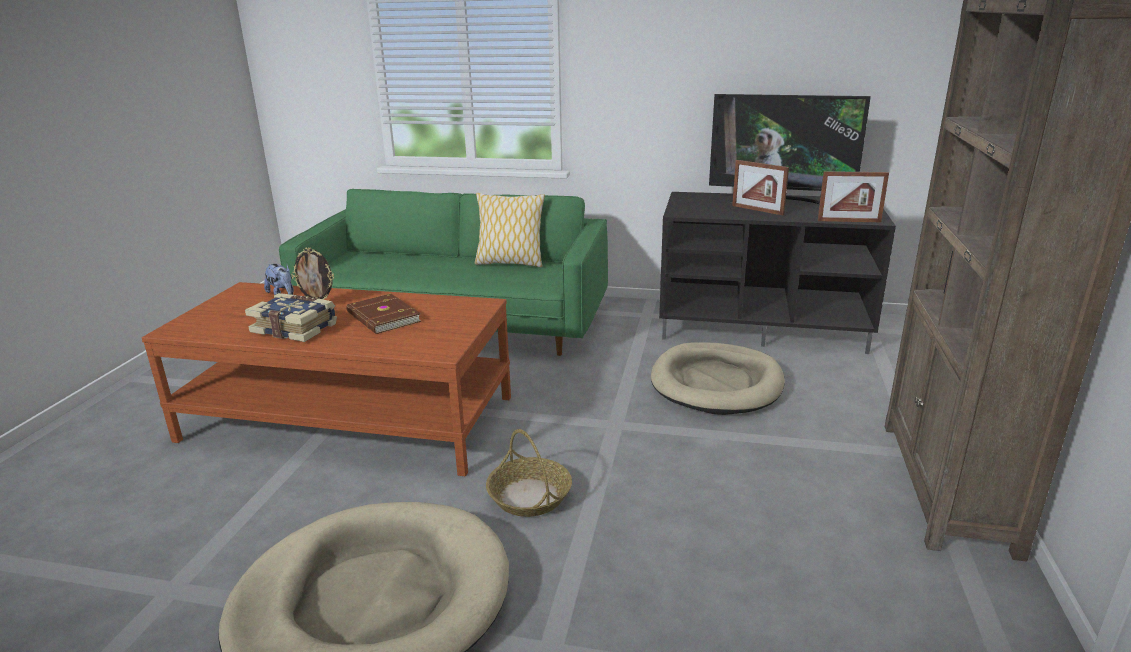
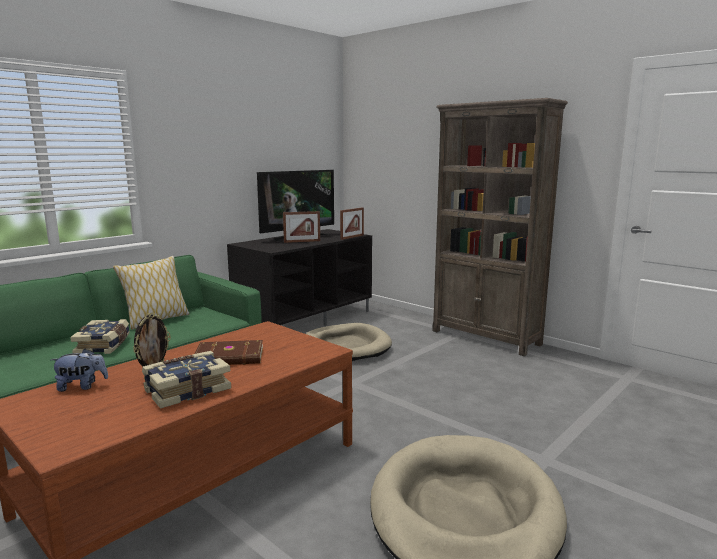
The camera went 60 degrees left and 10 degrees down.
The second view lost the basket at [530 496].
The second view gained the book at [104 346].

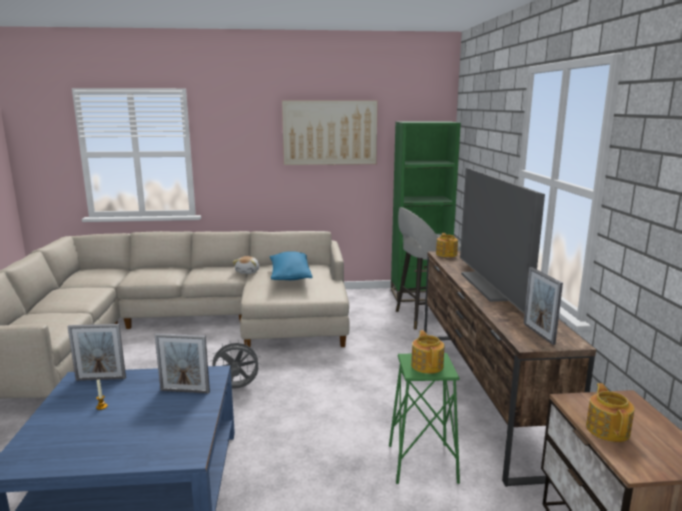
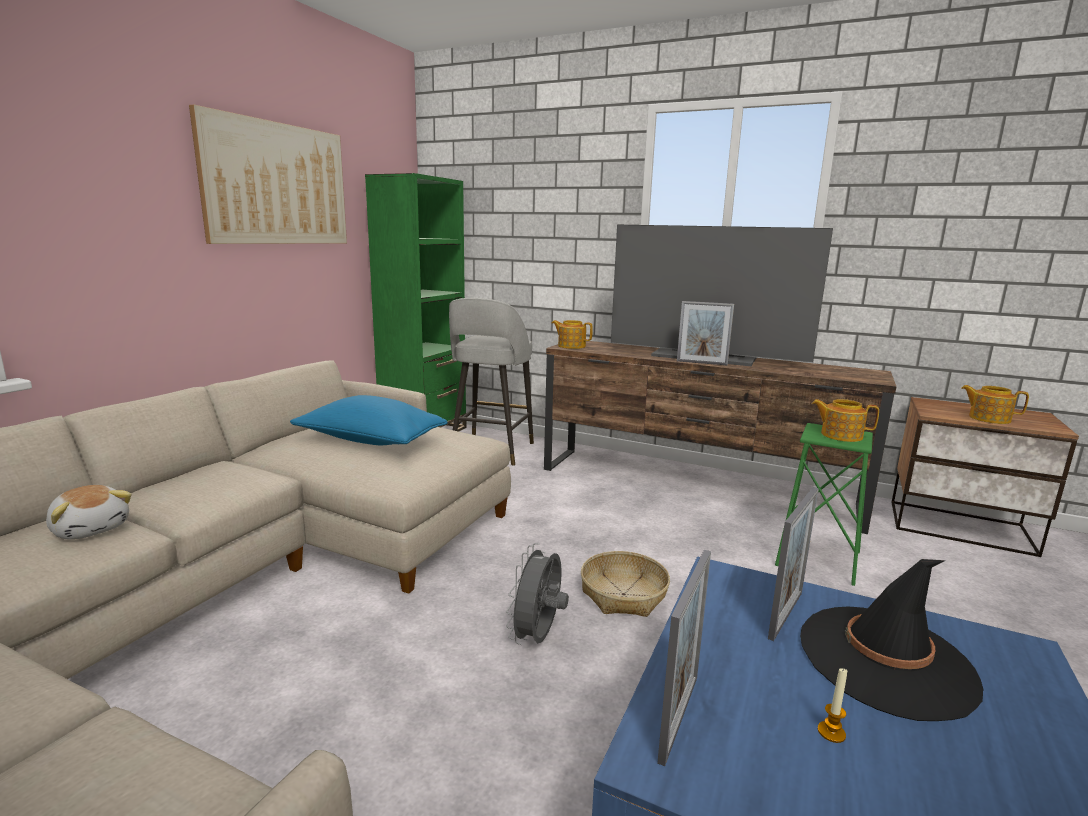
The camera went 60 degrees left and 0 degrees up.
The plush toy ended up elsewhere, having gone from [248 272] to [92 528].
The picture frame ended up elsewhere, having gone from [538 333] to [701 363].
The second view gained the basket at [623 595].
The second view gained the black hat at [886 660].

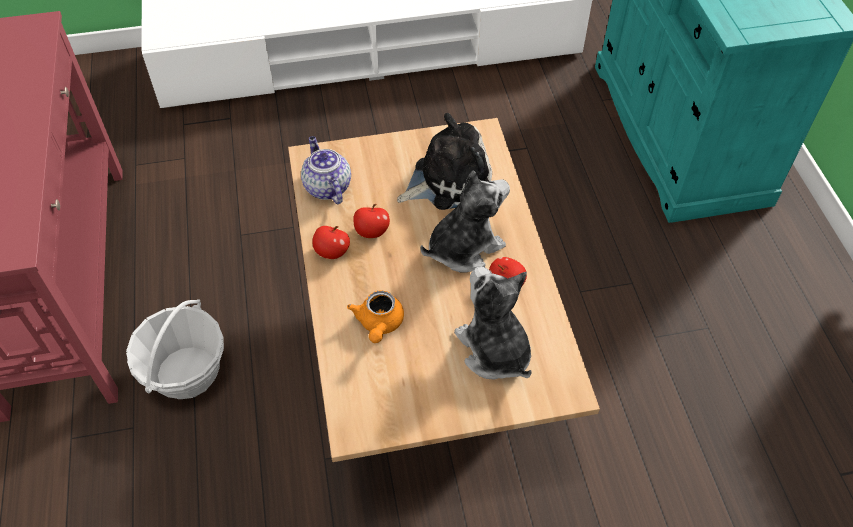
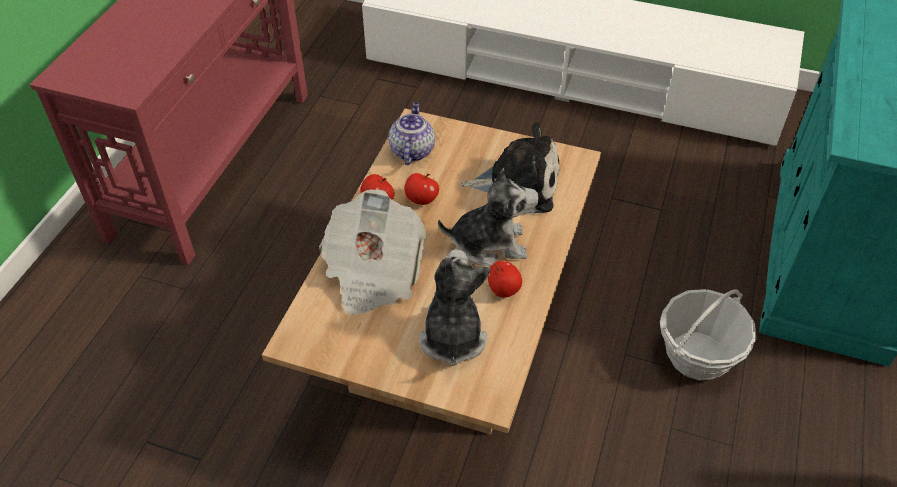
The camera went 30 degrees right and 5 degrees down.
The basket ended up elsewhere, having gone from [186 373] to [697 355].
Where the orange teapot stood at [379 324], the newspaper came to stand at [373 273].

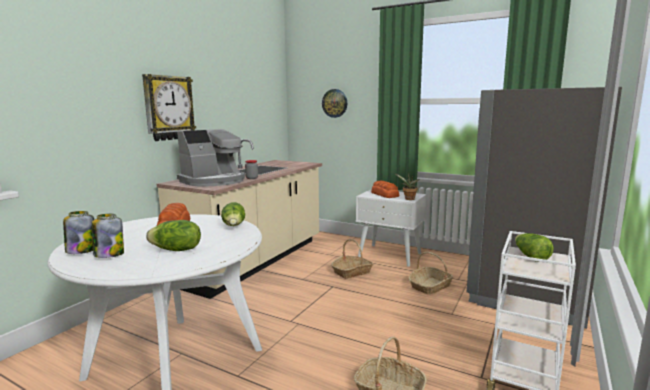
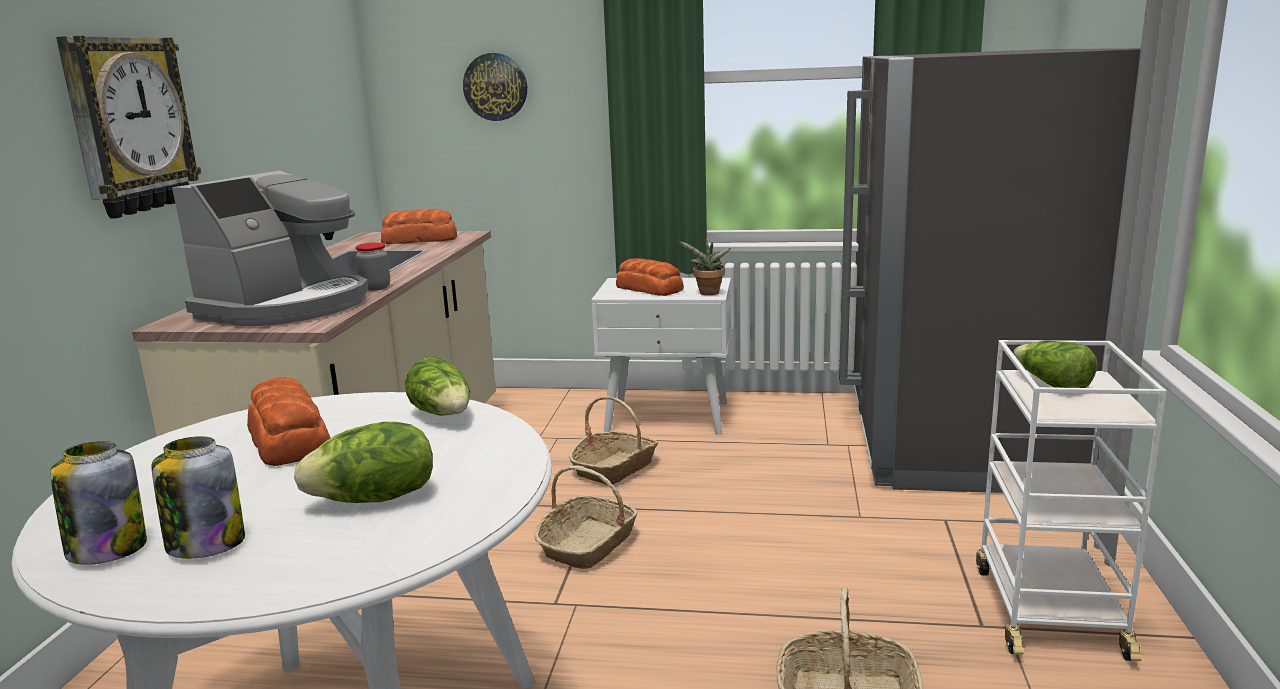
The camera went 20 degrees left and 5 degrees up.
The basket ended up elsewhere, having gone from [430 286] to [588 545].
The second view gained the bread at [420 240].

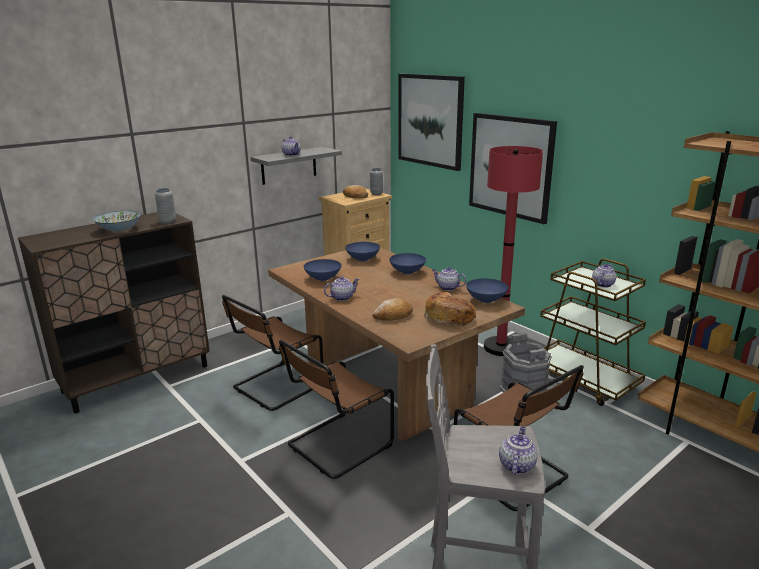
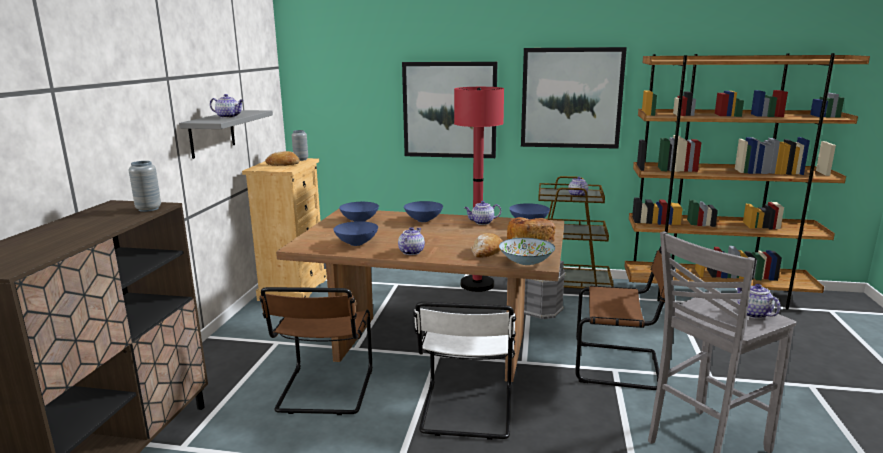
The camera went 40 degrees left and 5 degrees down.
The bowl ended up elsewhere, having gone from [119 230] to [526 262].
What was the brown chair at [336 446] turned into the white chair at [466 412].
The picture ended up elsewhere, having gone from [430 120] to [571 98].

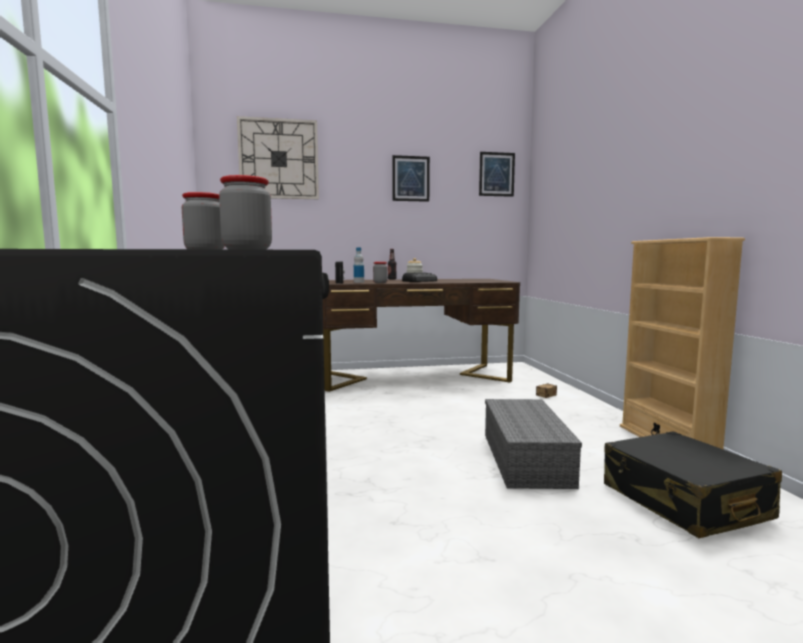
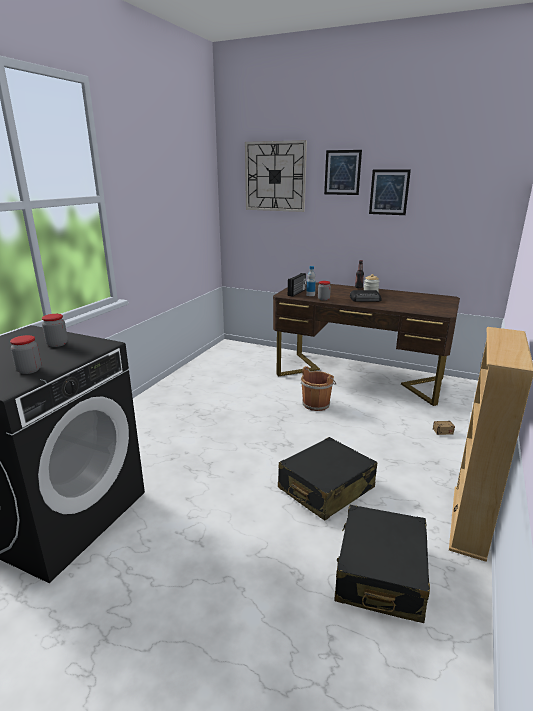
The camera went 35 degrees right and 15 degrees up.
The picture ended up elsewhere, having gone from [496 174] to [342 172].
Where the grey storage box stood at [527 459], the black suitcase came to stand at [325 488].
The second view gained the brown bucket at [316 404].

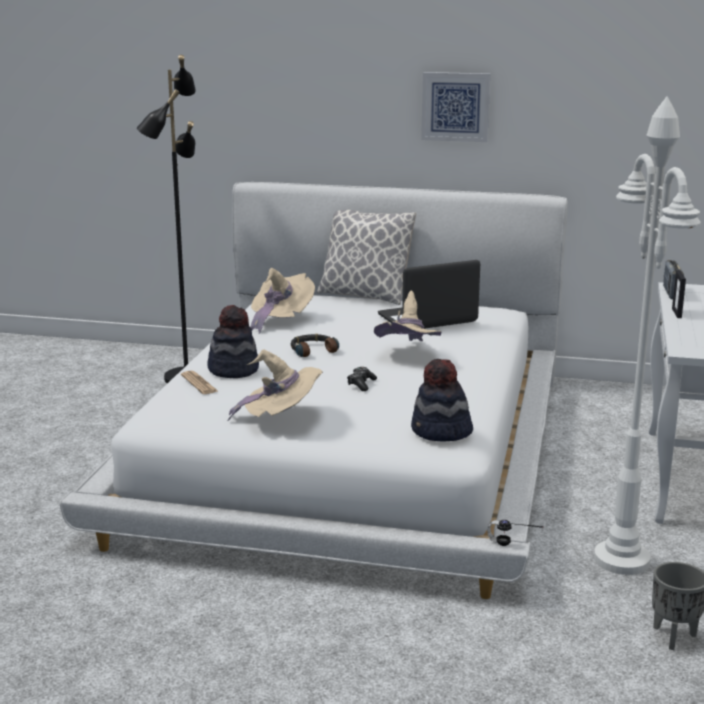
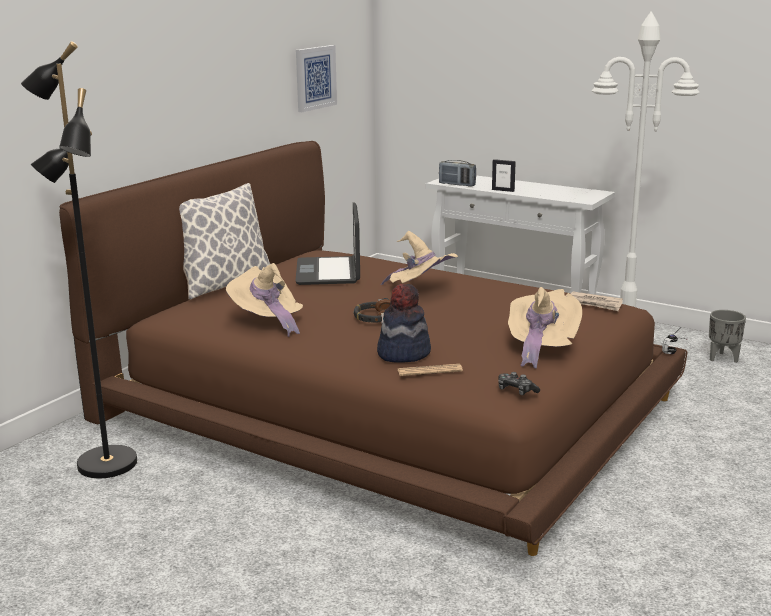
The camera went 70 degrees left and 0 degrees up.
What was the white bed at [352 450] turned into the brown bed at [386 405].
The game controller ended up elsewhere, having gone from [361 384] to [516 391].
Where the hat stood at [441 432], the newspaper came to stand at [594 304].
The picture ended up elsewhere, having gone from [455 106] to [315 78].

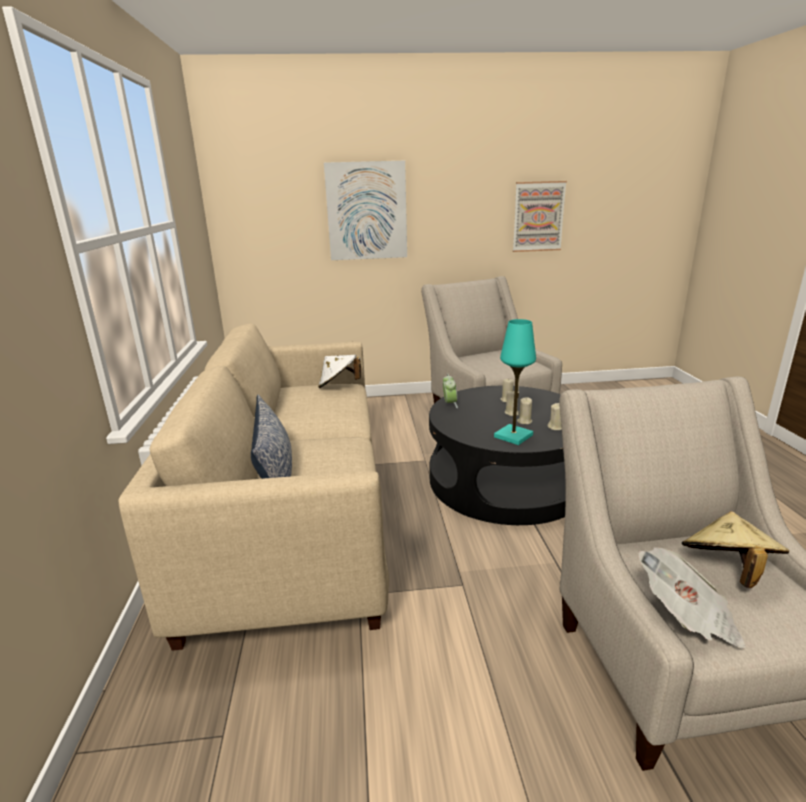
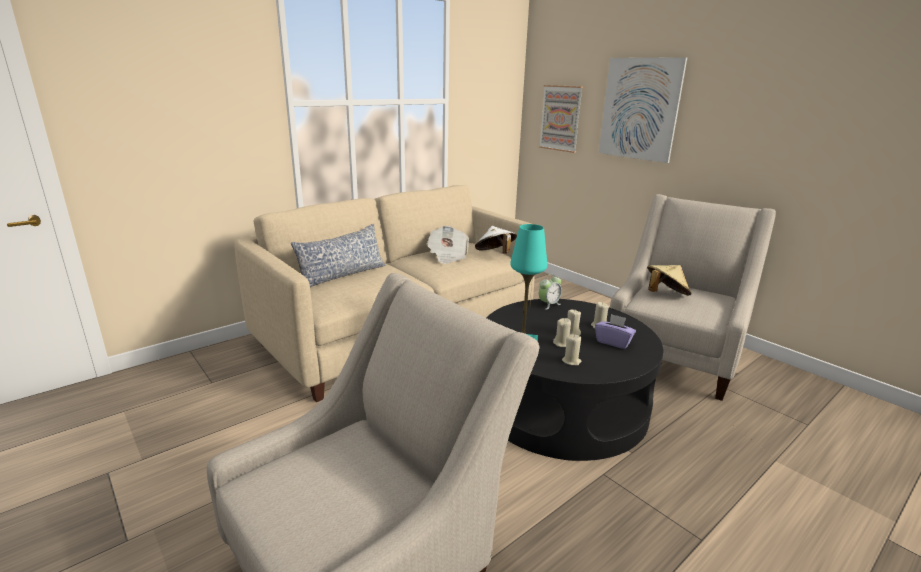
The camera went 55 degrees right and 0 degrees up.
The picture ended up elsewhere, having gone from [538 216] to [560 118].
The newspaper ended up elsewhere, having gone from [686 617] to [447 256].
The beige hat ended up elsewhere, having gone from [727 571] to [665 295].
The second view gained the purple tissue box at [613 342].

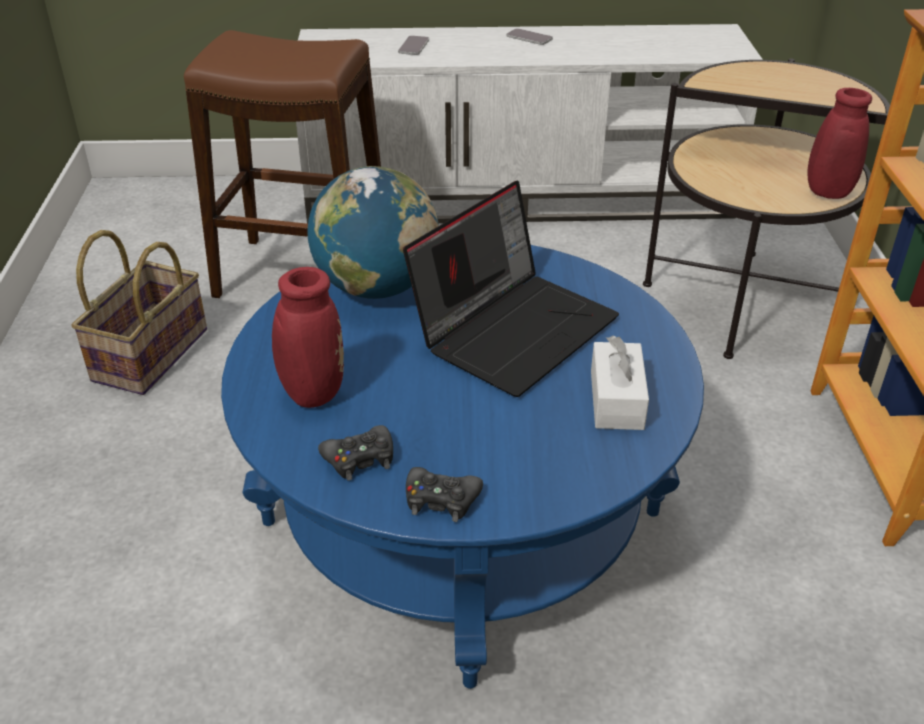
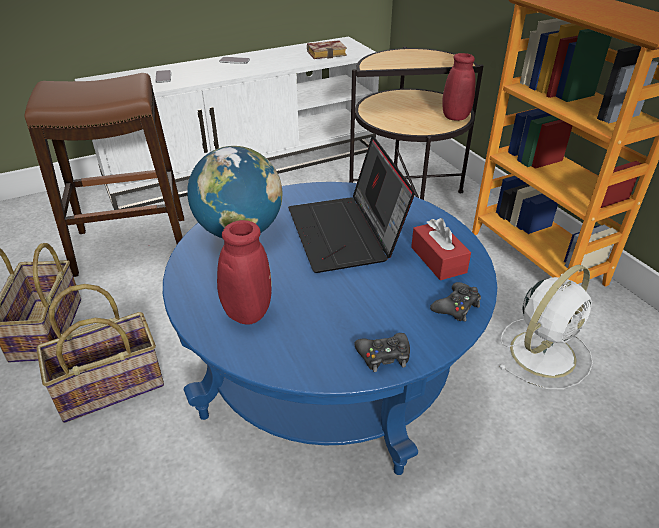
The camera went 25 degrees left and 0 degrees up.
The black game controller ended up elsewhere, having gone from [360 459] to [456 307].
The laptop at [514 328] ended up facing another way, 150 degrees clockwise from before.
What was the white tissue box at [616 400] turned into the red tissue box at [438 260].
The second view gained the basket at [110 384].
The second view gained the book at [327 53].
The second view gained the white fan at [544 352].

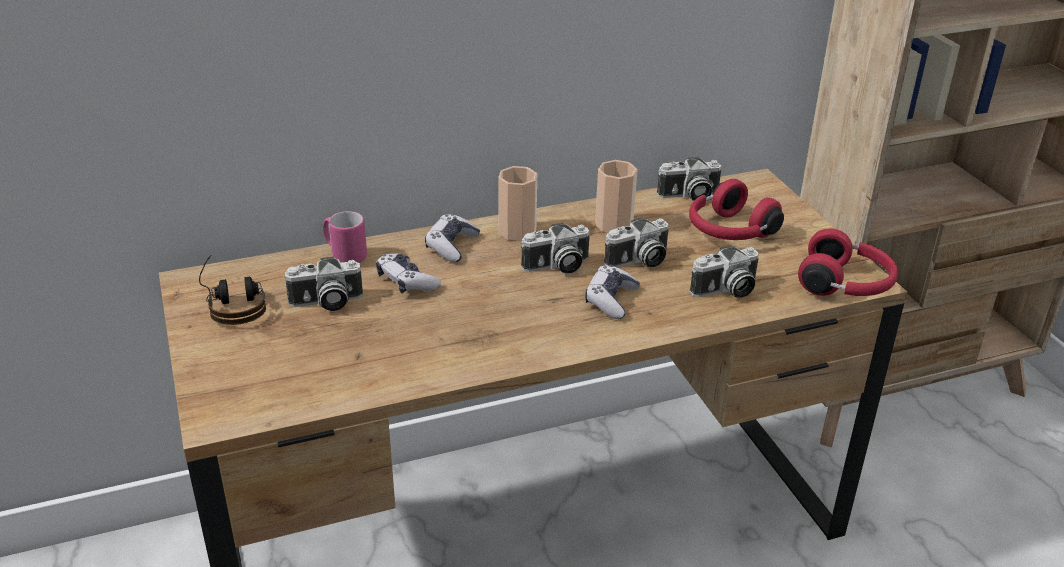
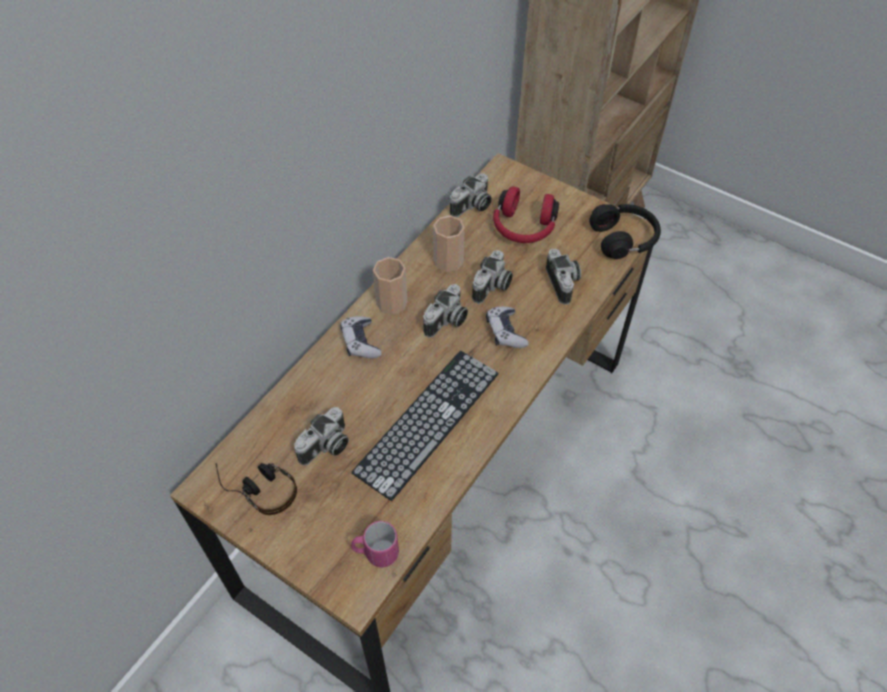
The camera went 35 degrees left and 20 degrees up.
The pink mug ended up elsewhere, having gone from [344 255] to [376 553].
The second view lost the game controller at [406 282].
The photo camera at [725 291] ended up facing another way, 45 degrees counterclockwise from before.
What was the red headphones at [846 285] turned into the black headphones at [624 239].
The second view gained the keyboard at [427 421].

